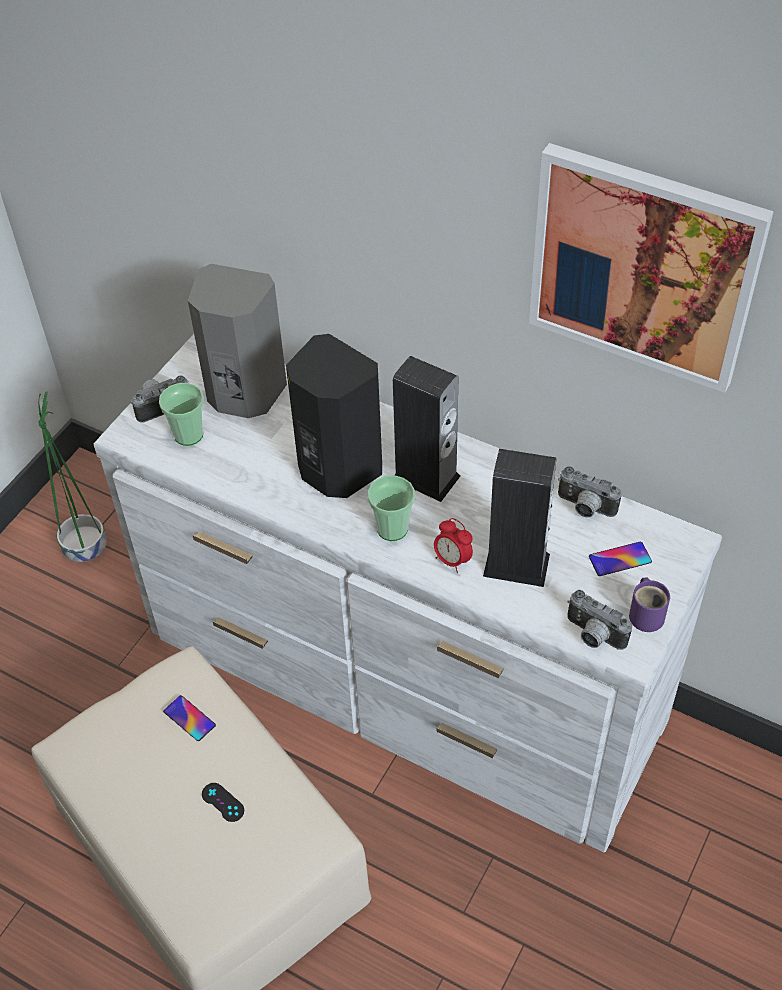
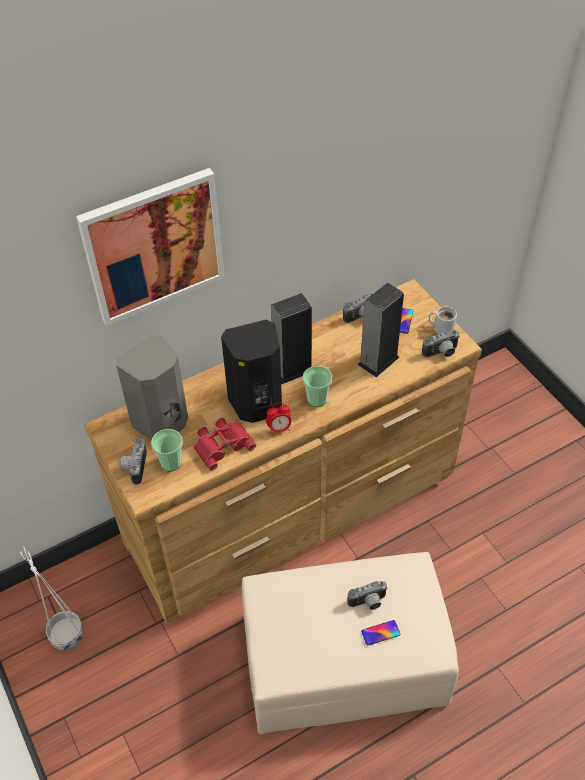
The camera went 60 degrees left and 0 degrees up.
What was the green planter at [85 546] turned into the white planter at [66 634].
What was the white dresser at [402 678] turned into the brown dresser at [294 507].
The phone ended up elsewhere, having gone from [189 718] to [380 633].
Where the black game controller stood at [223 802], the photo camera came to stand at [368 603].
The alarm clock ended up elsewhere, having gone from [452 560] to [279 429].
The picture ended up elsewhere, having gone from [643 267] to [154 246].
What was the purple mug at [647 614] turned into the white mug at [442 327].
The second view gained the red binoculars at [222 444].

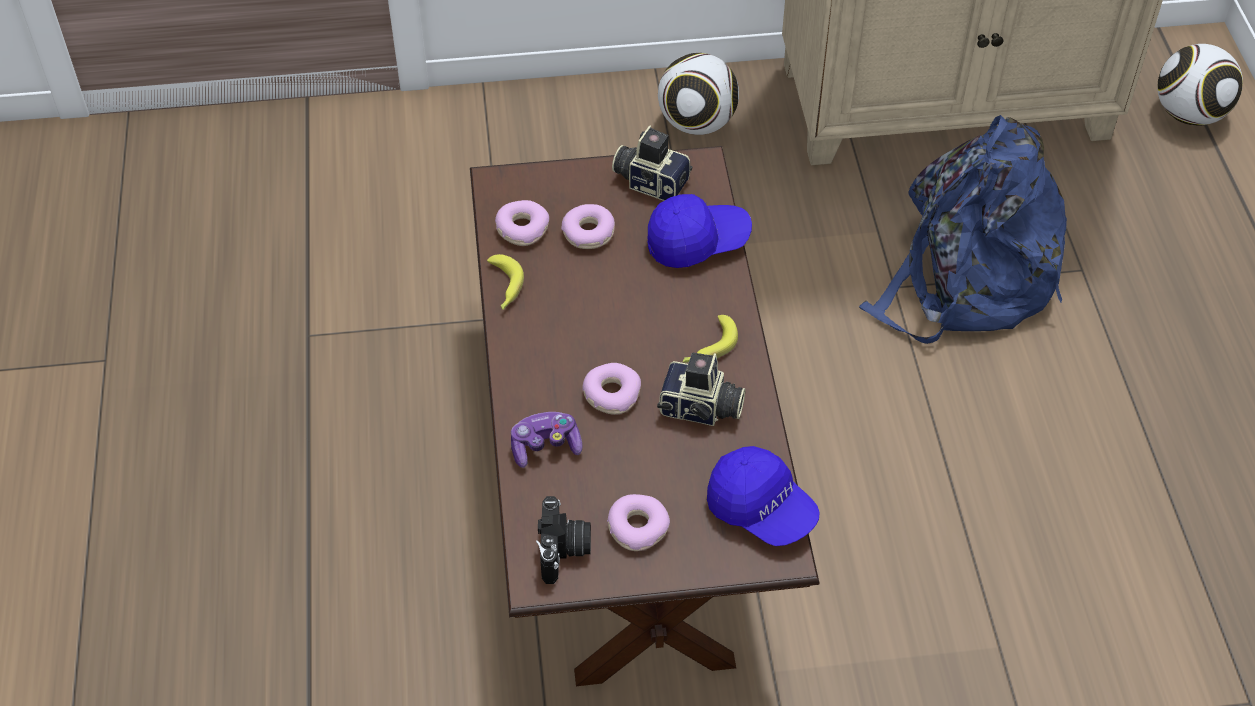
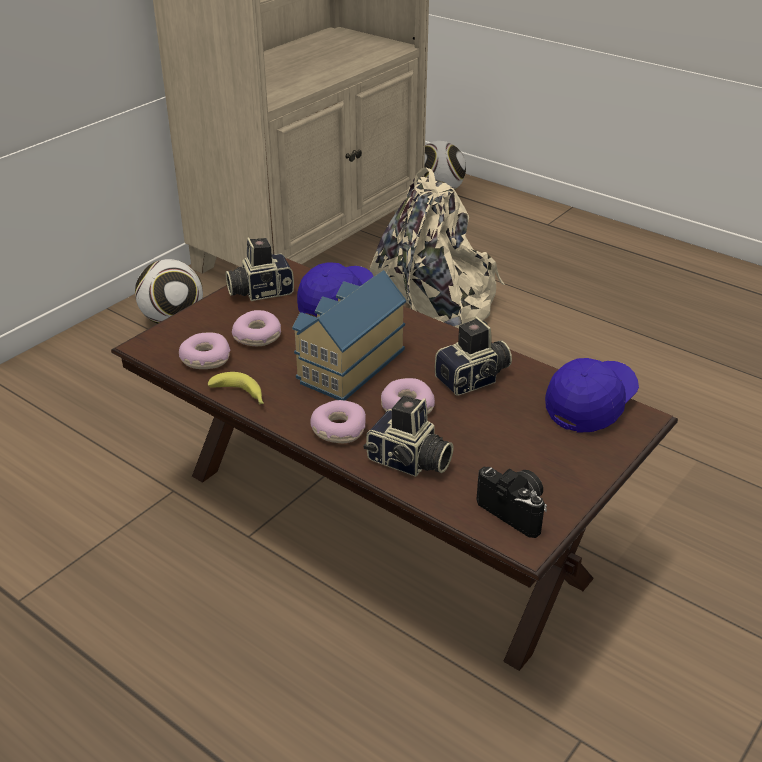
The camera went 45 degrees left and 15 degrees down.
Where the game controller stood at [545 446], the photo camera came to stand at [408 462].
The donut ended up elsewhere, having gone from [637 527] to [338 429].
The second view lost the banana at [708 347].
The blue cap at [761 509] ended up facing another way, 45 degrees counterclockwise from before.
What was the blue backpack at [965 279] turned into the beige backpack at [432 310].
The second view gained the toy house at [347 364].

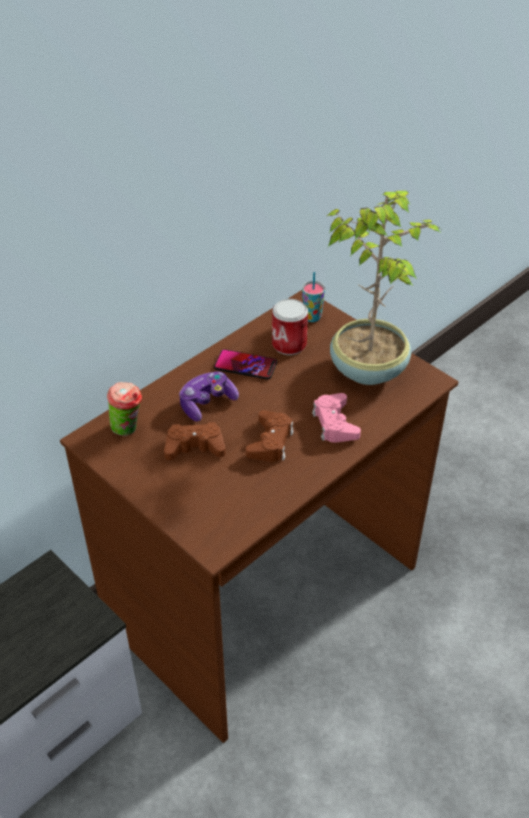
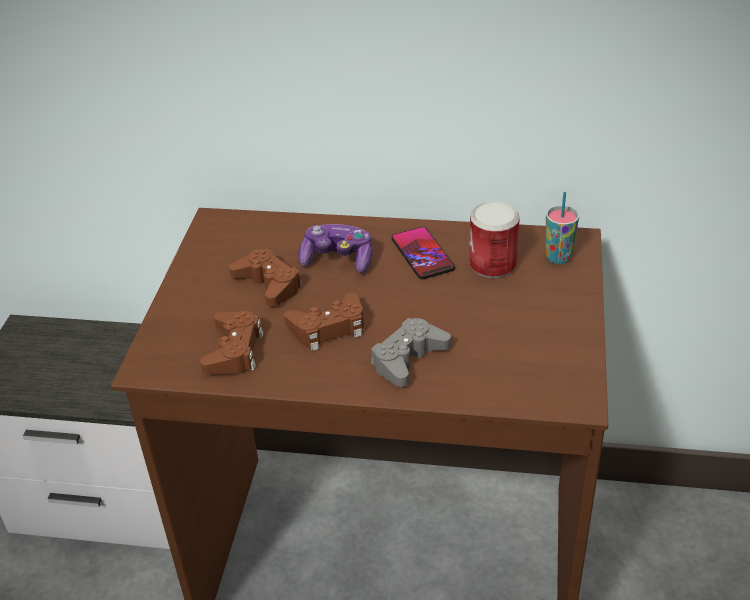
The camera went 55 degrees right and 5 degrees down.
The second view lost the cup at [128 429].
What was the pink game controller at [335 423] turned into the grey game controller at [408 359].
The second view lost the potted plant at [369 368].
The second view gained the brown game controller at [234 350].

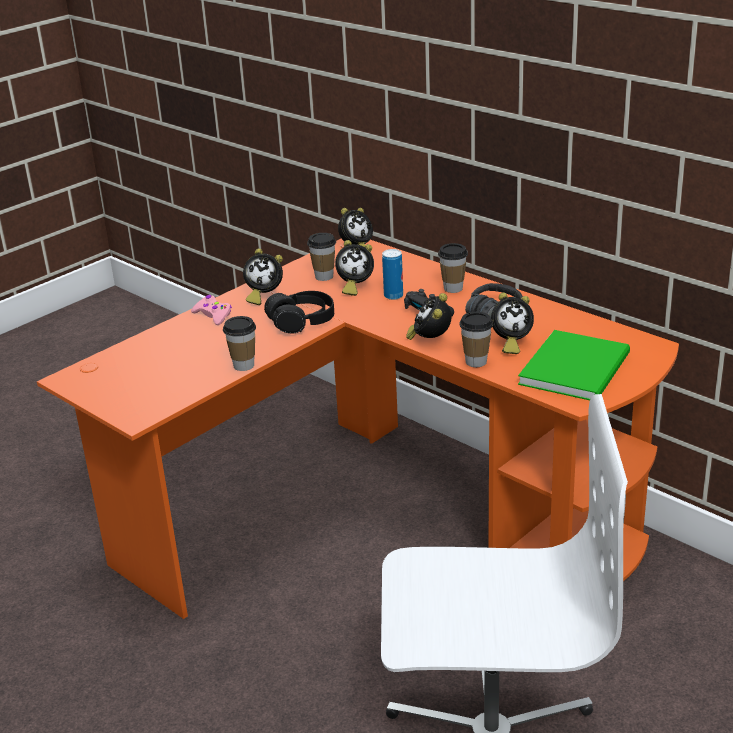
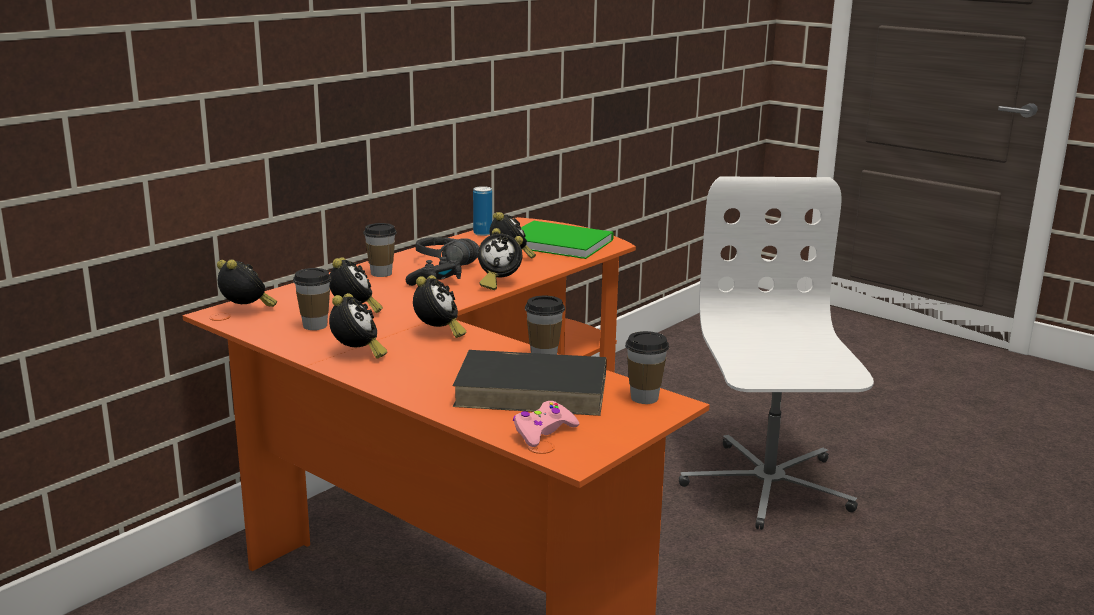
The camera went 95 degrees left and 10 degrees down.
The pink game controller ended up elsewhere, having gone from [213 315] to [543 432].
Where the black headphones stood at [302 322], the alarm clock came to stand at [438 333].
The can ended up elsewhere, having gone from [393 296] to [482 233].
The cup ended up elsewhere, having gone from [476 362] to [644 398].
The second view gained the black book at [533 390].

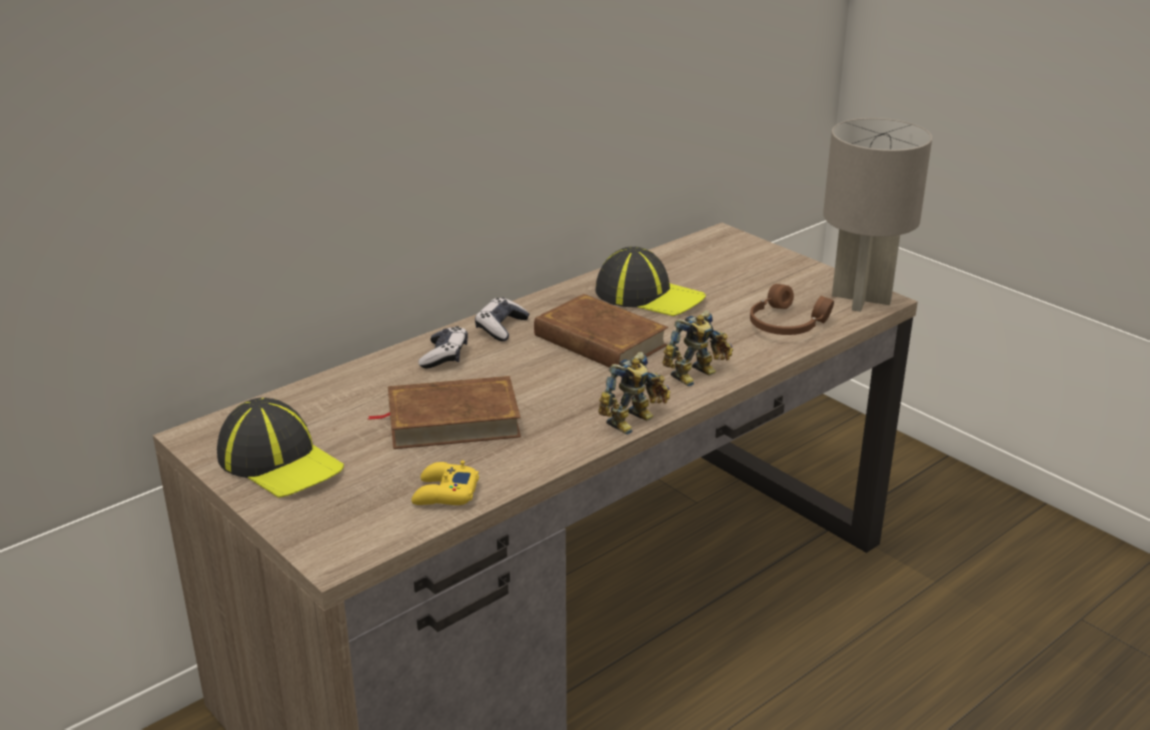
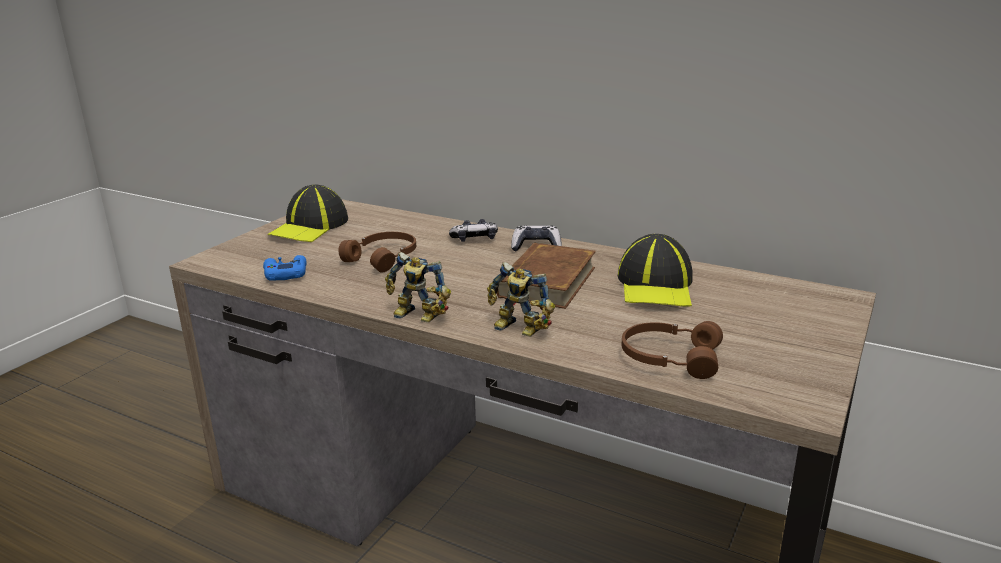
The camera went 70 degrees right and 5 degrees down.
Where the brown book stood at [452 420], the brown headphones came to stand at [384 258].
What was the yellow game controller at [444 493] turned into the blue game controller at [285 274].
The second view lost the grey table lamp at [860 298].

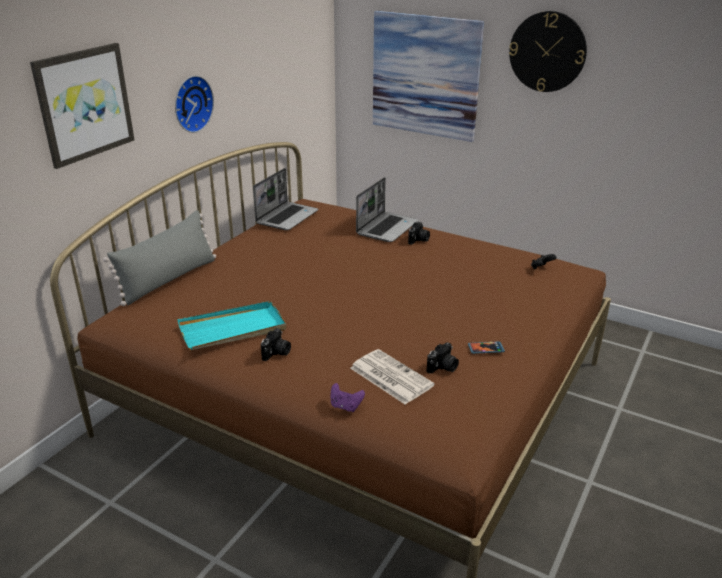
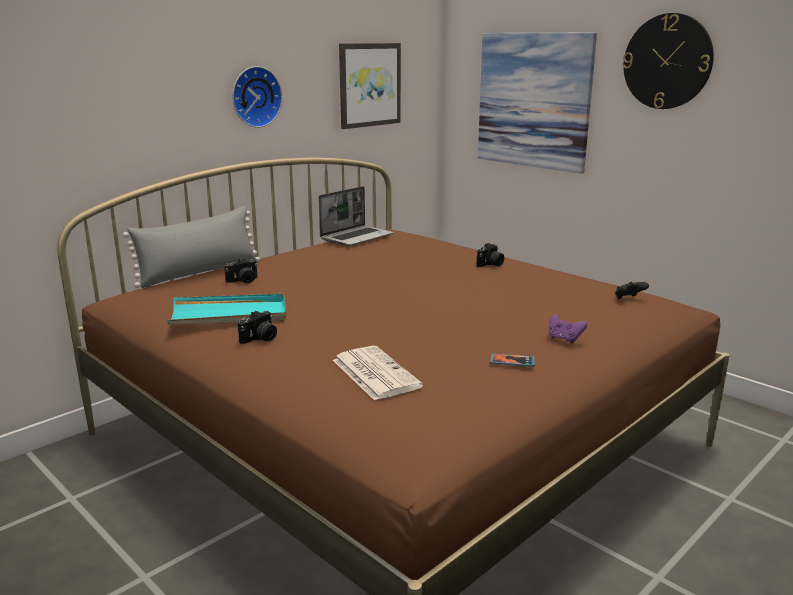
The camera went 15 degrees right and 10 degrees down.
The picture ended up elsewhere, having gone from [84 104] to [369 85].
The purple game controller ended up elsewhere, having gone from [345 406] to [564 339].
The second view lost the laptop at [387 228].
The photo camera ended up elsewhere, having gone from [443 368] to [243 281].

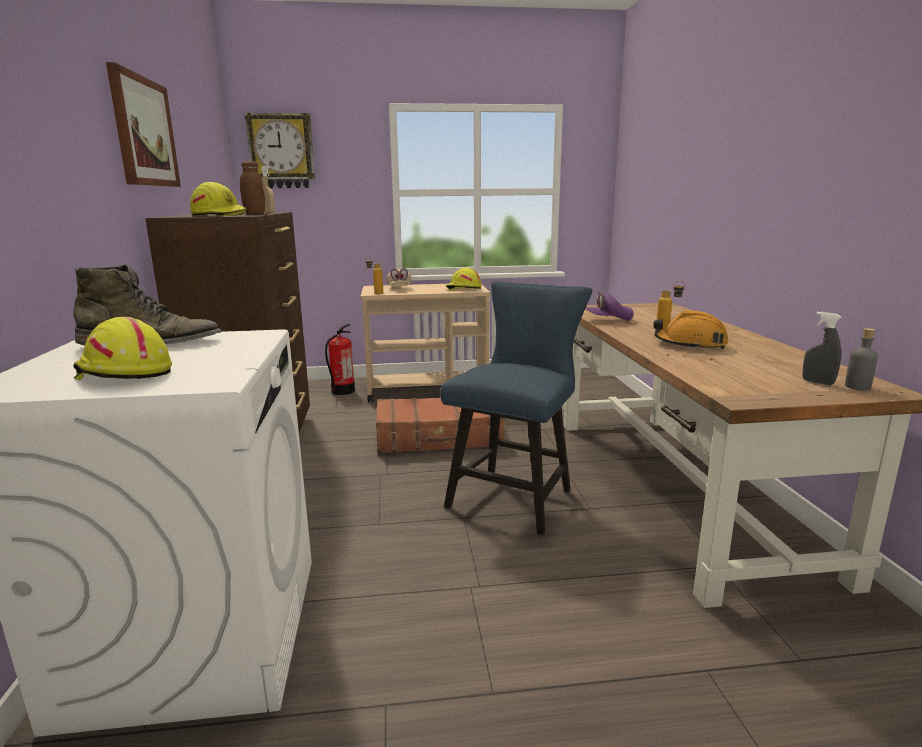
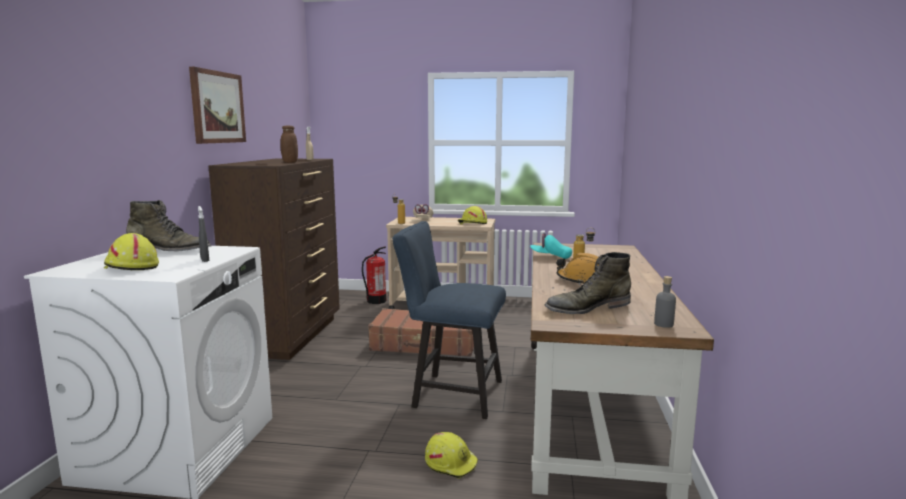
The camera went 15 degrees right and 5 degrees down.
The yellow hard hat ended up elsewhere, having gone from [219 215] to [451 463].
The second view lost the wall clock at [281 151].
The blue chair at [515 495] ended up facing another way, 120 degrees counterclockwise from before.
What was the purple cap at [608 320] turned into the turquoise cap at [550 257].
The grey spray bottle ended up elsewhere, having gone from [817 382] to [205 260].
The second view gained the green boot at [587 307].

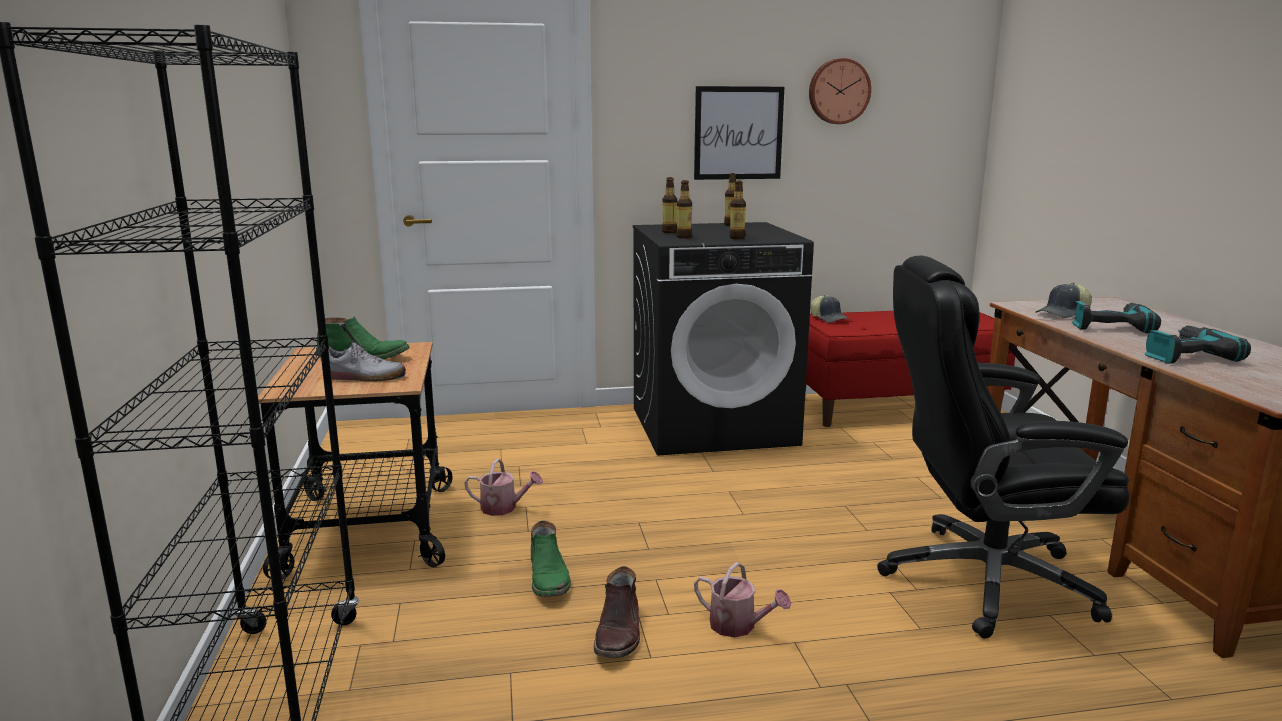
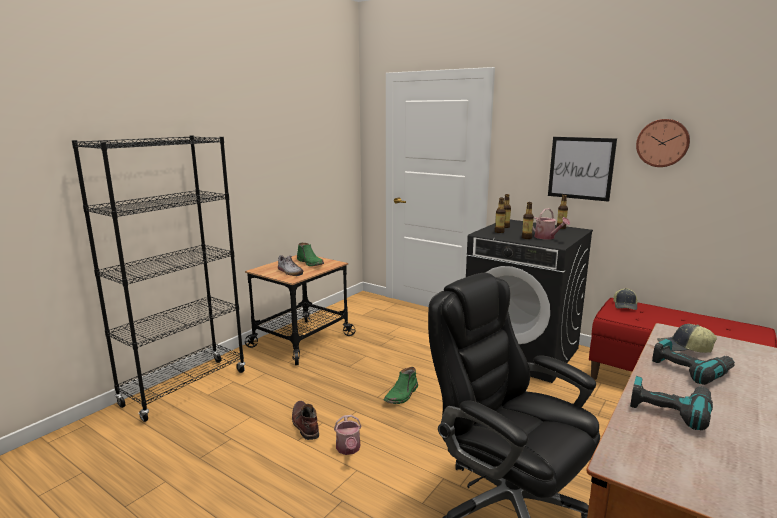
The camera went 45 degrees right and 0 degrees up.
The watering can ended up elsewhere, having gone from [503 508] to [547 237].
The green boot ended up elsewhere, having gone from [549 578] to [402 395].
The brown boot at [619 633] ended up facing another way, 105 degrees clockwise from before.

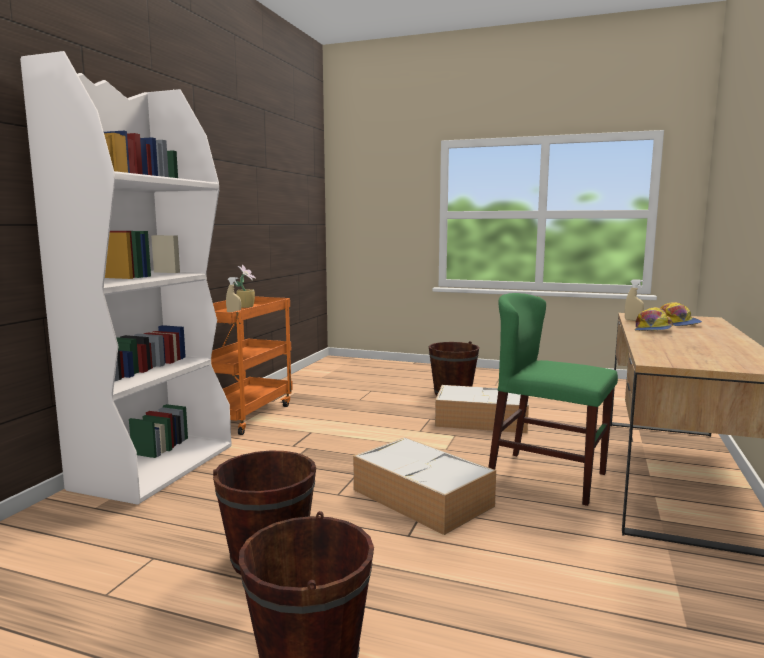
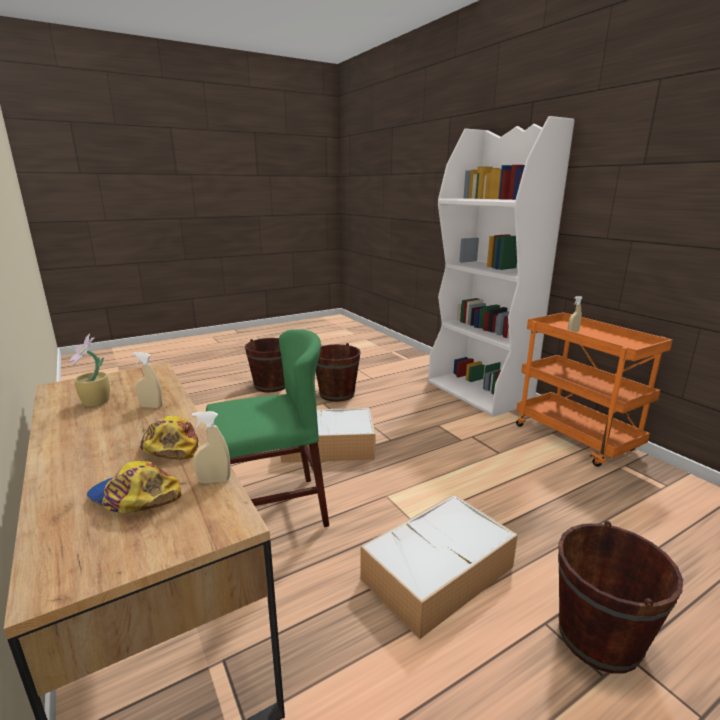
The camera went 130 degrees right and 10 degrees up.
The potted plant ended up elsewhere, having gone from [246 306] to [96 403].
The second view gained the beige spray bottle at [151 406].

